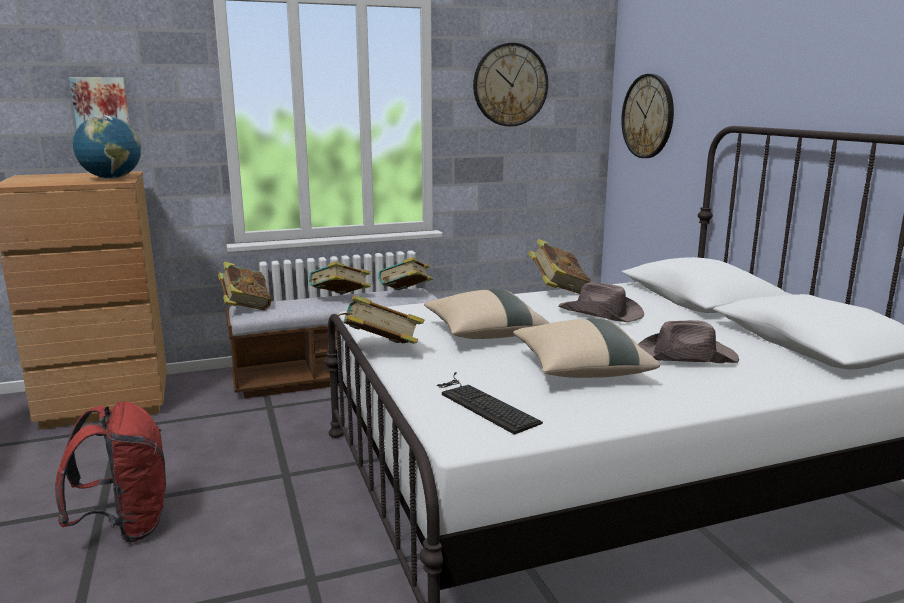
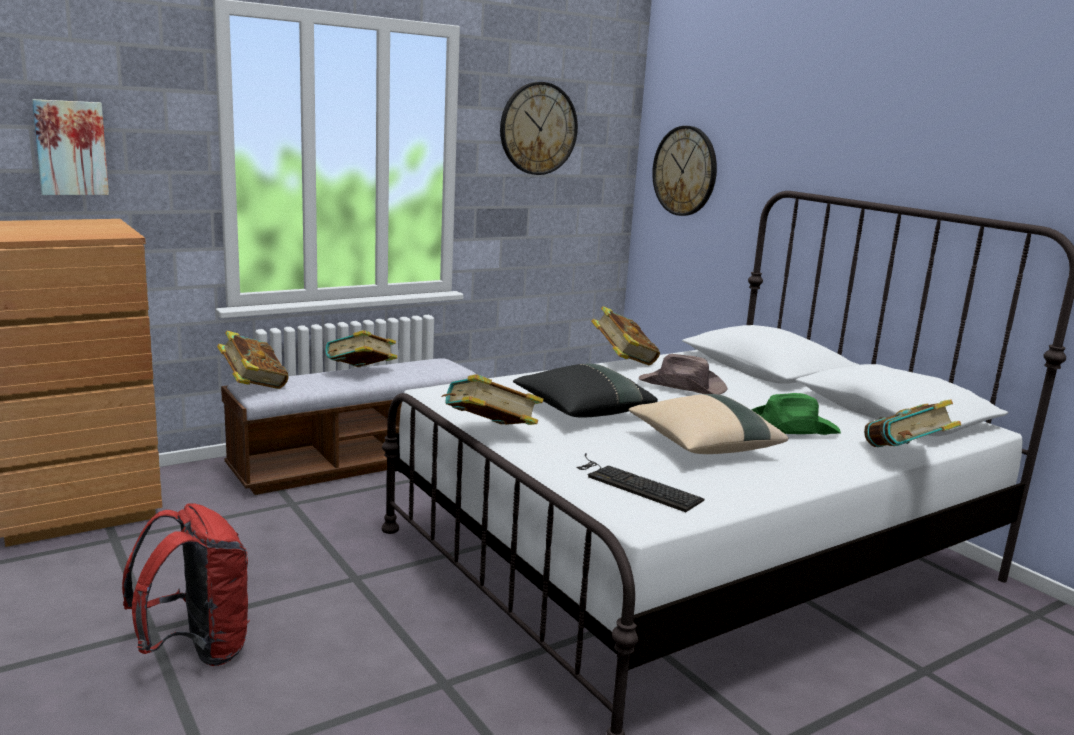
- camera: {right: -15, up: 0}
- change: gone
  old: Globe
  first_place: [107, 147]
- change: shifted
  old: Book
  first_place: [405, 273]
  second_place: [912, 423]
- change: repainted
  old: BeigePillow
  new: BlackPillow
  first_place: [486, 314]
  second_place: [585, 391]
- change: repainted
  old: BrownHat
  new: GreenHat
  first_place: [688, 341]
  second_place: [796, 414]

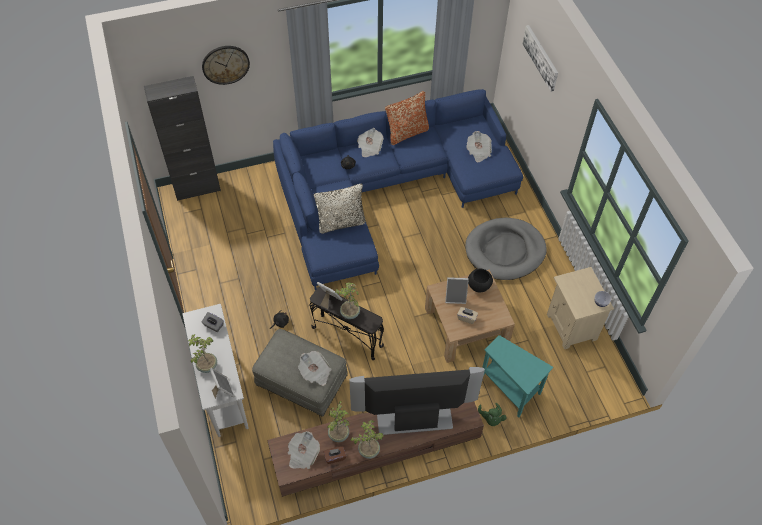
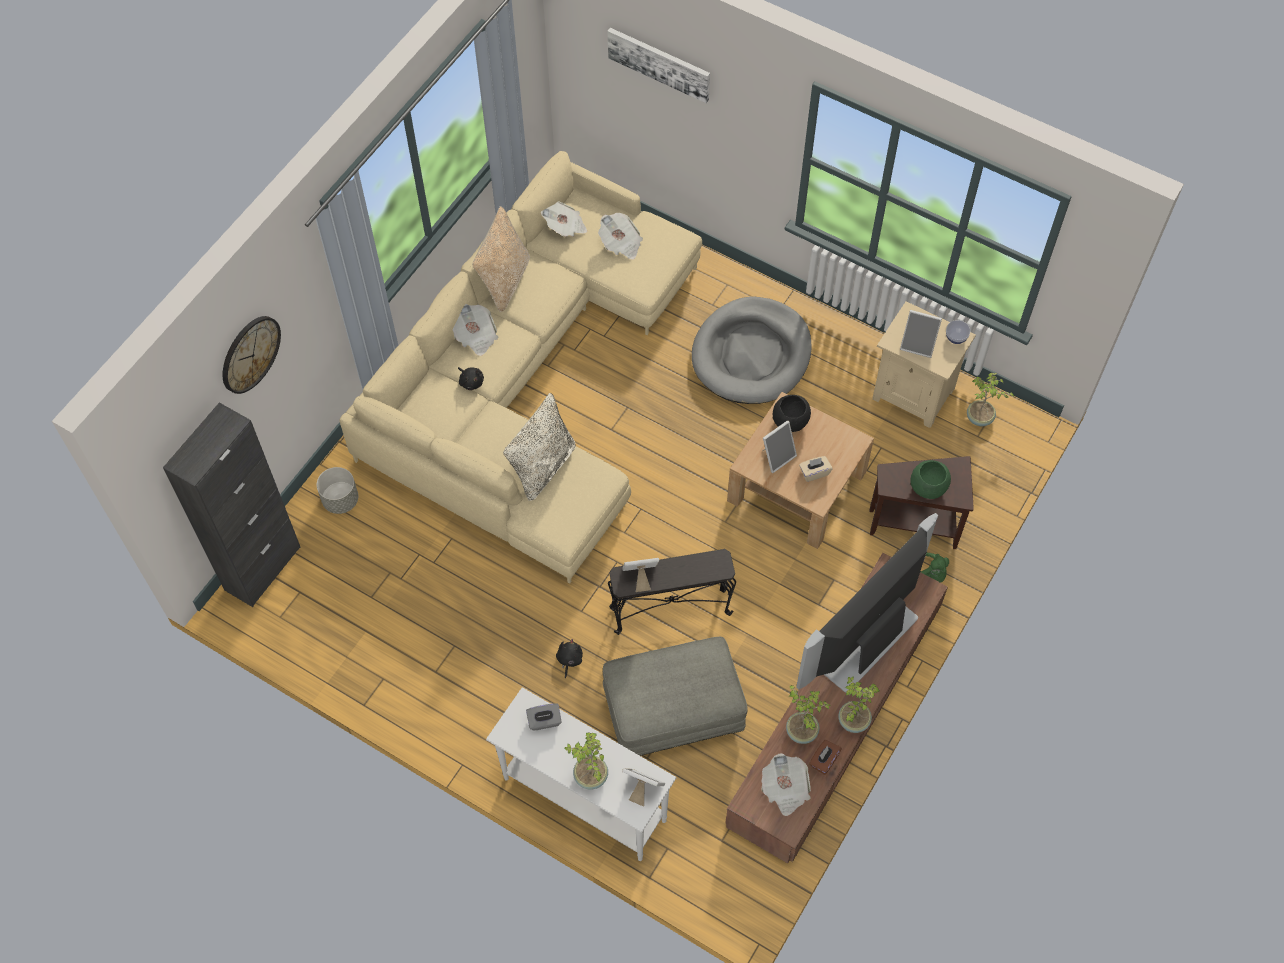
- camera: {right: -40, up: 5}
- change: repainted
  old: BlueSofa
  new: BeigeSofa
  first_place: [398, 189]
  second_place: [520, 367]
- change: shifted
  old: Newspaper
  first_place: [314, 368]
  second_place: [564, 219]
- change: shifted
  old: PottedPlant
  first_place: [347, 300]
  second_place: [990, 399]
- change: repainted
  old: OrangePillow
  new: BeigePillow
  first_place: [407, 118]
  second_place: [501, 259]
- change: repainted
  old: TurquoiseSideTable
  new: BrownSideTable
  first_place: [517, 376]
  second_place: [921, 502]
- change: new
  new: GreyPlanter
  second_place: [337, 490]
- change: new
  new: PictureFrame
  second_place: [921, 334]
- change: new
  new: GreenBowl
  second_place: [931, 479]

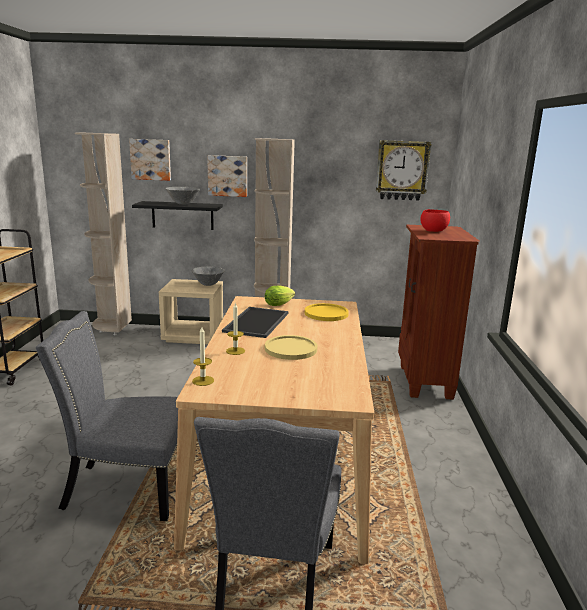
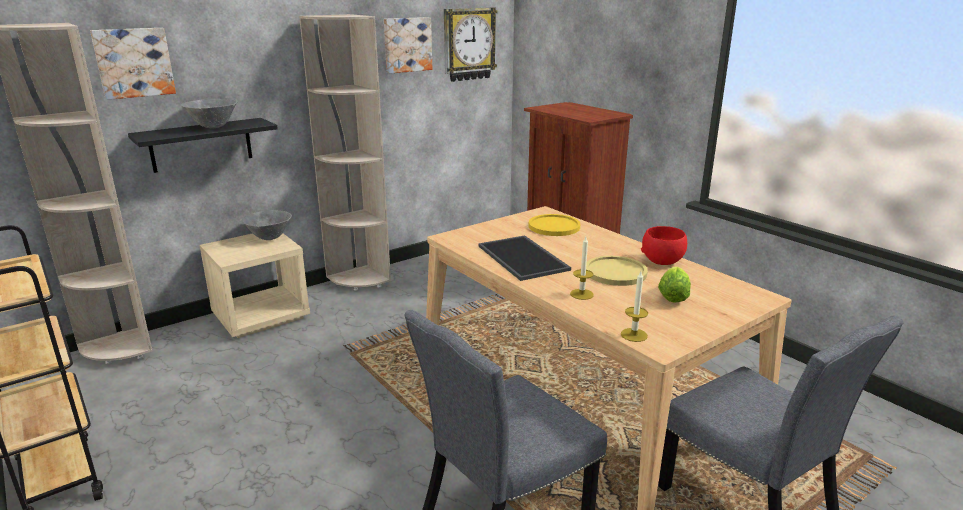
- camera: {right: -40, up: 5}
- change: shifted
  old: Picture
  first_place: [227, 176]
  second_place: [408, 45]
- change: shifted
  old: Lettuce
  first_place: [280, 295]
  second_place: [674, 284]
- change: shifted
  old: RedBowl
  first_place: [435, 220]
  second_place: [664, 245]

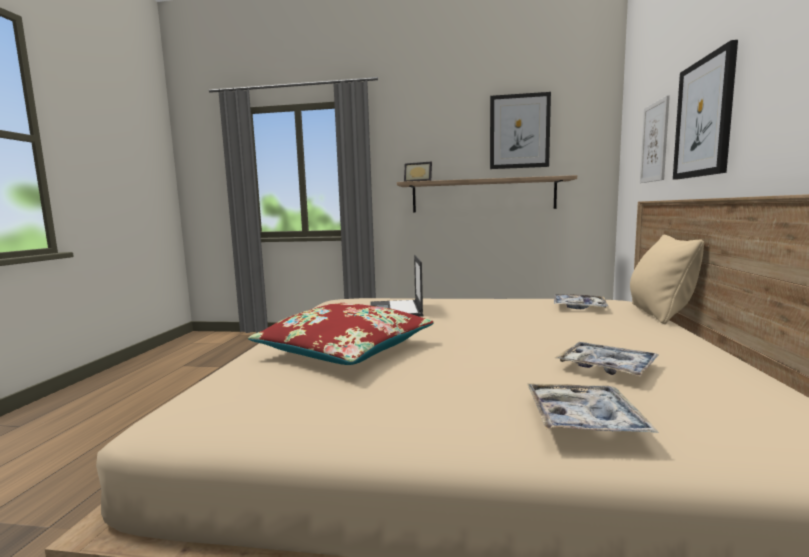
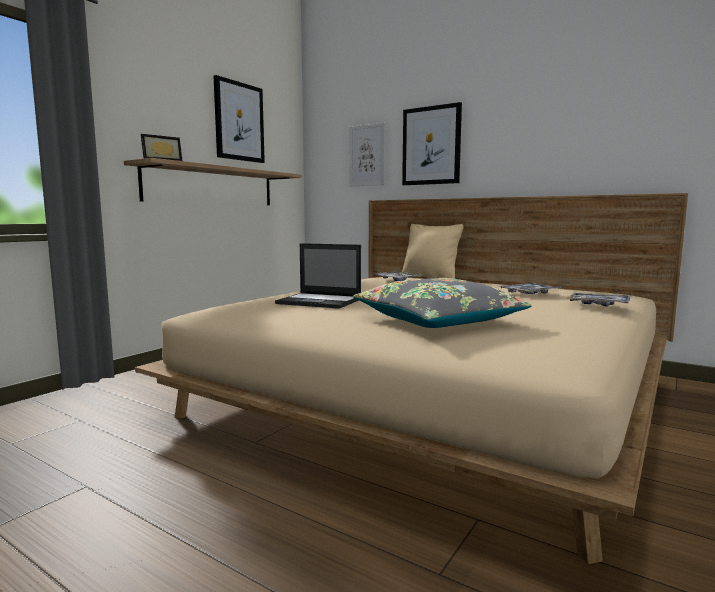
- camera: {right: -65, up: 0}
- change: repainted
  old: RedPillow
  new: GreyPillow
  first_place: [341, 334]
  second_place: [442, 303]

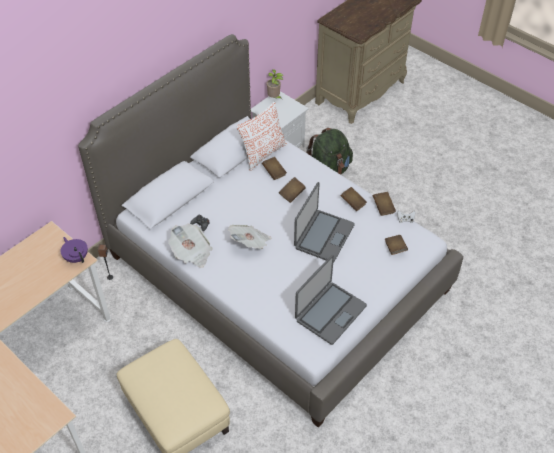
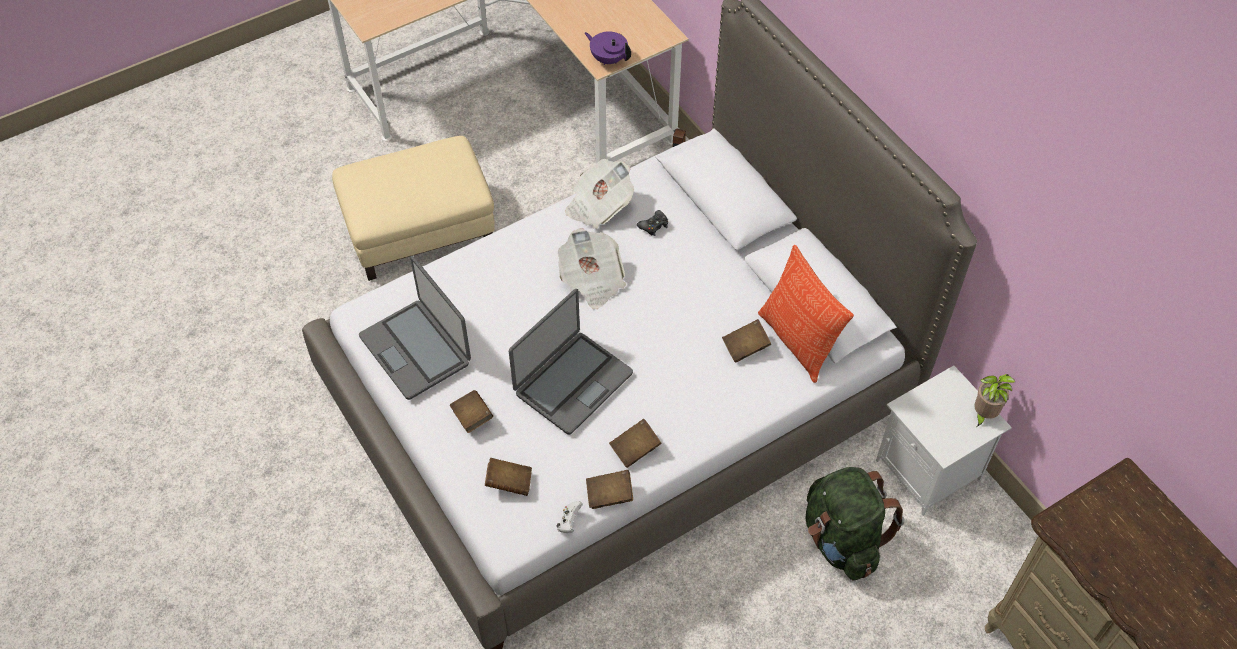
- camera: {right: 105, up: 5}
- change: rotated
  old: PurpleTeapot
  first_place: [74, 250]
  second_place: [608, 48]
  degrees: -120
- change: repainted
  old: WhitePillow
  new: OrangePillow
  first_place: [261, 136]
  second_place: [806, 314]
- change: shifted
  old: BrownBook
  first_place: [292, 190]
  second_place: [471, 411]
- change: rotated
  old: Laptop
  first_place: [324, 222]
  second_place: [571, 362]
  degrees: -90

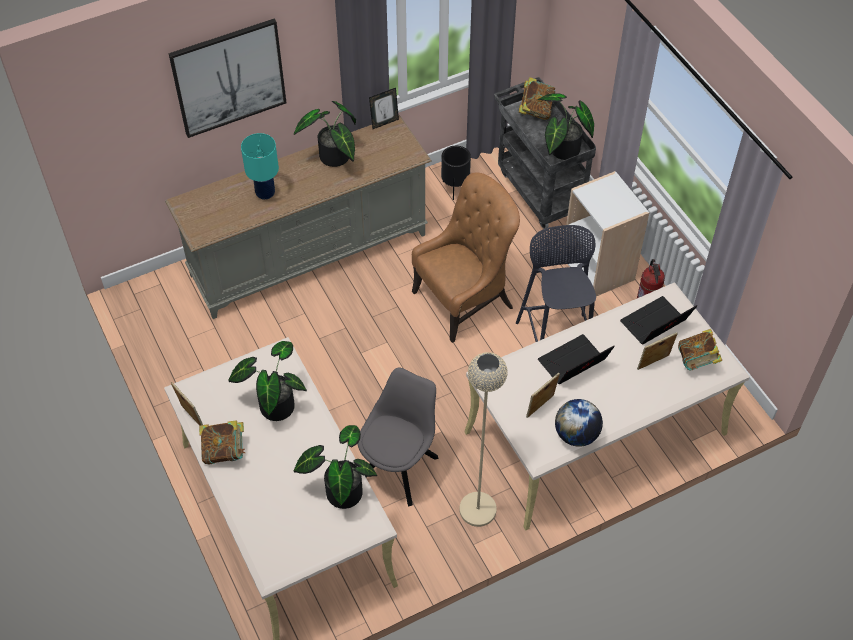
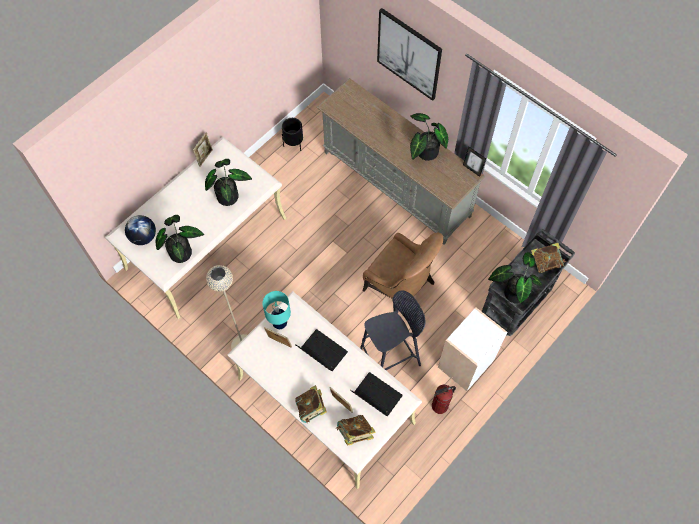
- camera: {right: 70, up: 10}
- change: shifted
  old: Book
  first_place: [222, 442]
  second_place: [311, 404]
- change: shifted
  old: TurquoiseTableLamp
  first_place: [260, 166]
  second_place: [276, 310]
- change: gone
  old: GreyChair
  first_place: [398, 437]
- change: shifted
  old: BlackPlanter
  first_place: [456, 173]
  second_place: [292, 134]
- change: shifted
  old: Globe
  first_place: [579, 423]
  second_place: [140, 230]

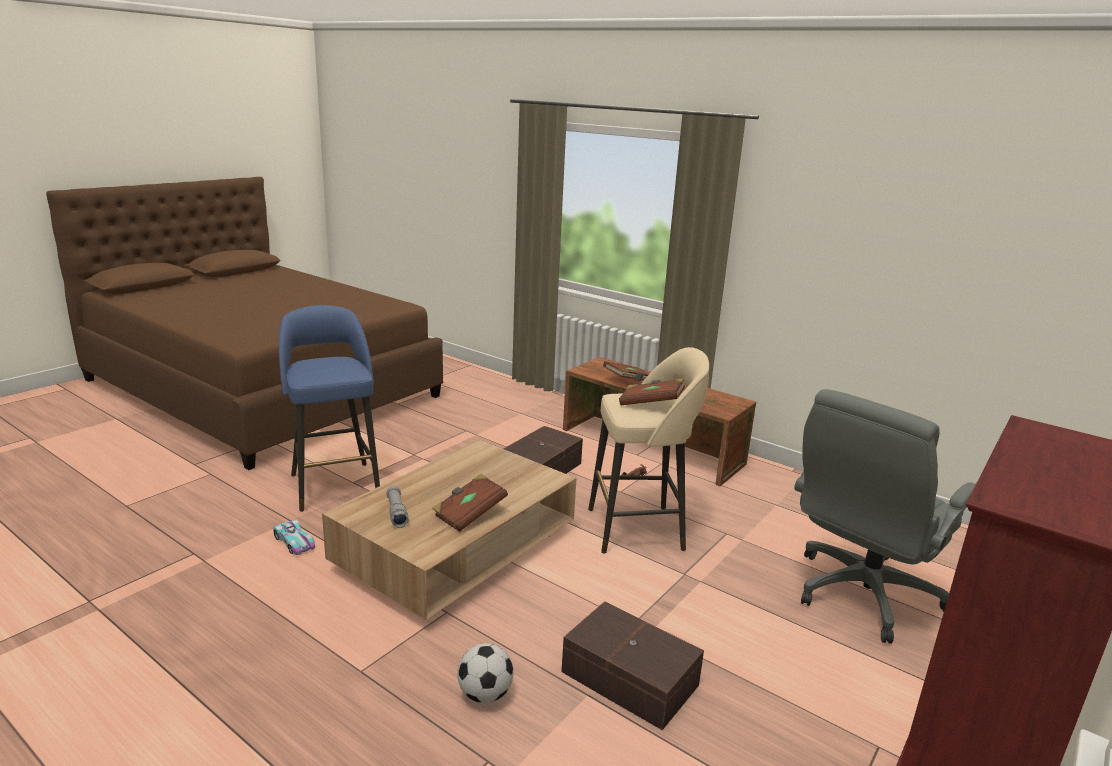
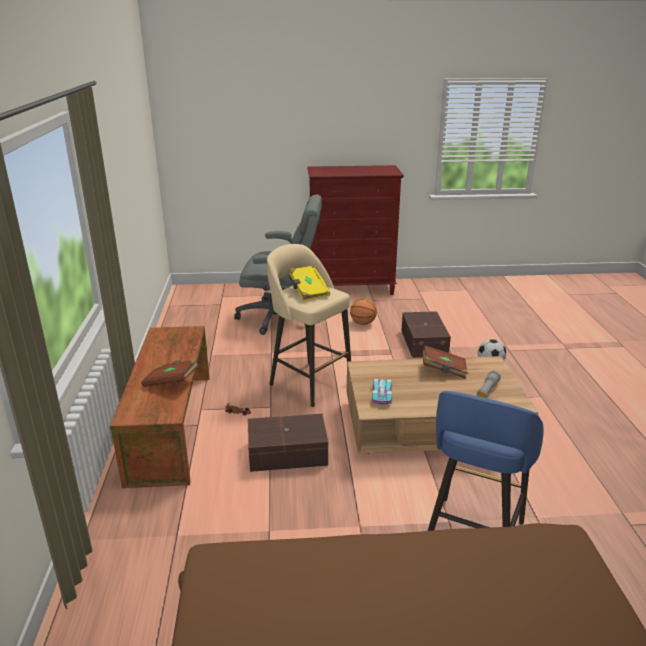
- camera: {right: -130, up: 5}
- change: shifted
  old: ToyCar
  first_place: [294, 537]
  second_place: [382, 391]
- change: repainted
  old: BrownBook
  new: YellowBook
  first_place: [652, 391]
  second_place: [309, 283]
- change: new
  new: Basketball
  second_place: [363, 312]

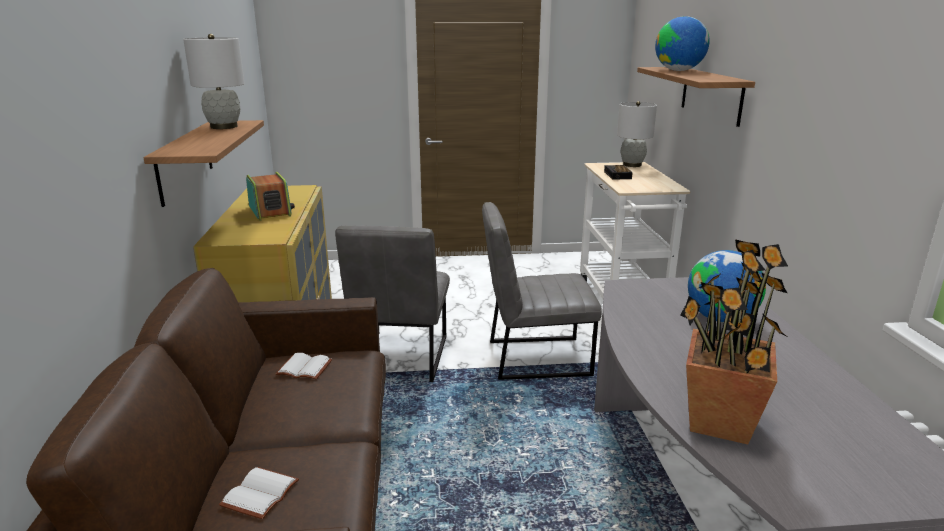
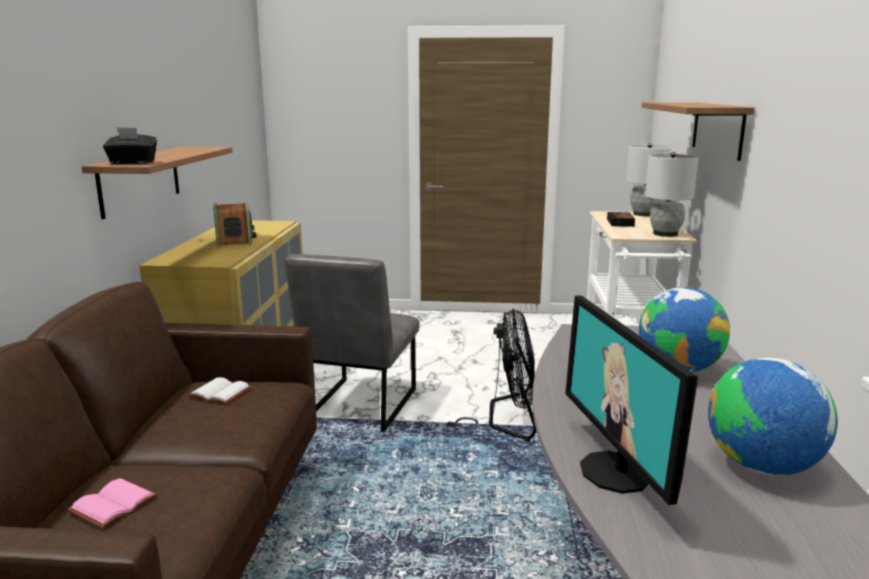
- camera: {right: 10, up: -5}
- change: shifted
  old: WhiteTableLamp
  first_place: [214, 81]
  second_place: [671, 194]
- change: repainted
  old: WhiteBook
  new: PinkBook
  first_place: [259, 493]
  second_place: [112, 503]
- change: swapped
  old: GreyChair
  new: BlackFan
  first_place: [542, 291]
  second_place: [491, 375]
- change: shifted
  old: Globe
  first_place: [682, 43]
  second_place: [773, 417]
- change: swapped
  old: PottedPlant
  new: Monitor
  first_place: [734, 341]
  second_place: [631, 400]
- change: new
  new: BlackTissueBox
  second_place: [130, 145]

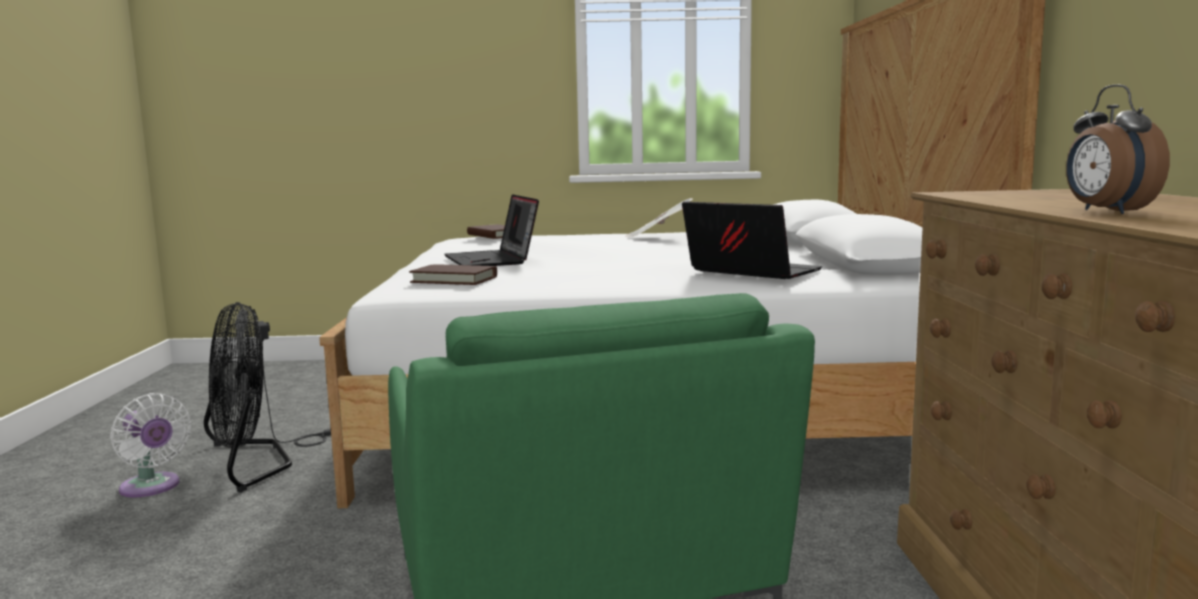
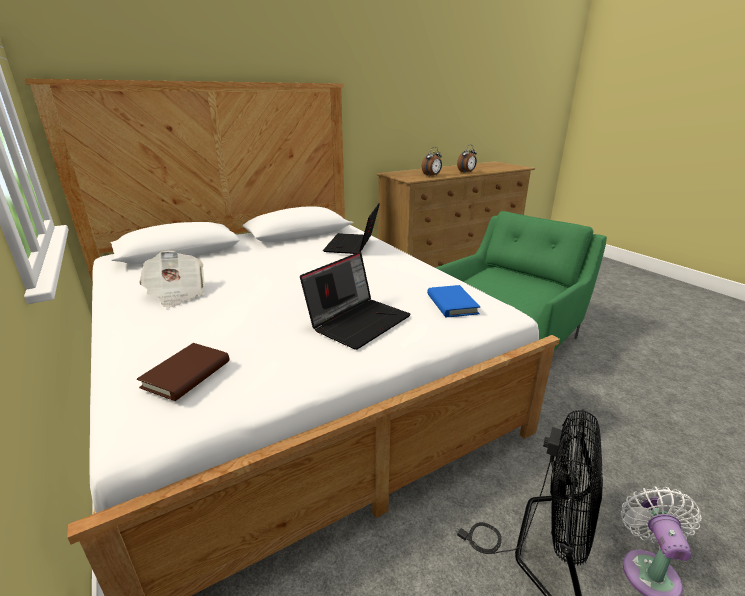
- camera: {right: -120, up: 15}
- change: repainted
  old: BrownBook
  new: BlueBook
  first_place: [453, 274]
  second_place: [453, 301]
- change: new
  new: AlarmClock
  second_place: [432, 161]

